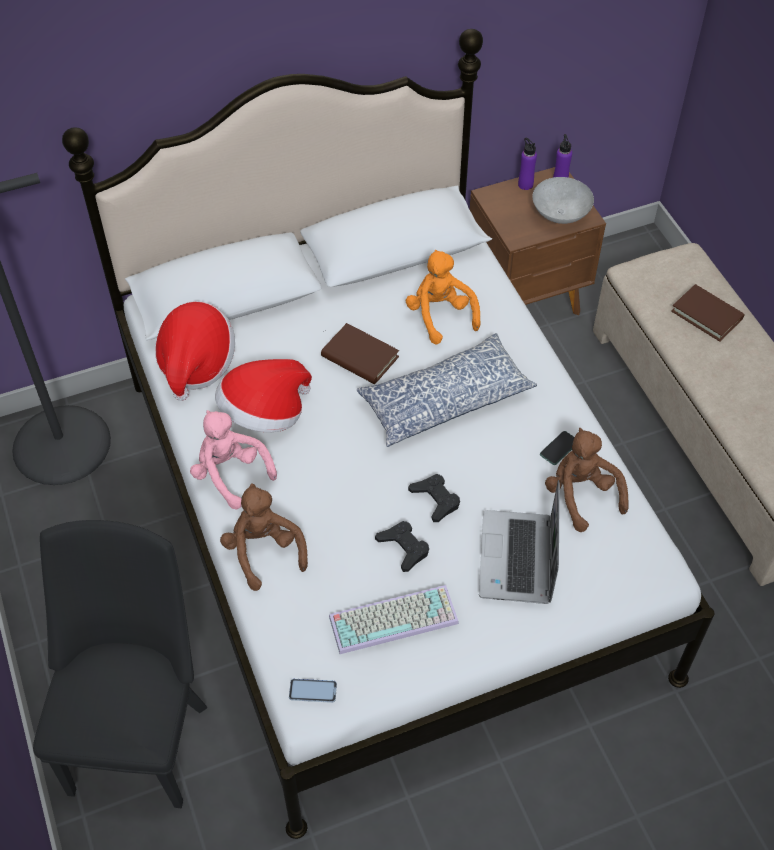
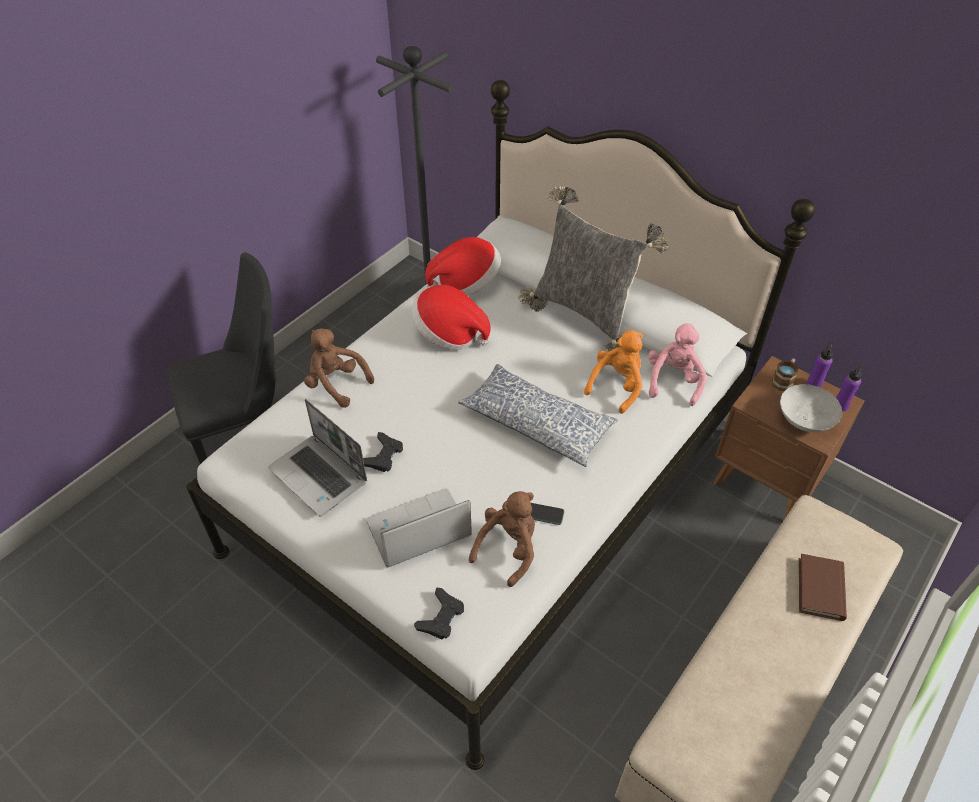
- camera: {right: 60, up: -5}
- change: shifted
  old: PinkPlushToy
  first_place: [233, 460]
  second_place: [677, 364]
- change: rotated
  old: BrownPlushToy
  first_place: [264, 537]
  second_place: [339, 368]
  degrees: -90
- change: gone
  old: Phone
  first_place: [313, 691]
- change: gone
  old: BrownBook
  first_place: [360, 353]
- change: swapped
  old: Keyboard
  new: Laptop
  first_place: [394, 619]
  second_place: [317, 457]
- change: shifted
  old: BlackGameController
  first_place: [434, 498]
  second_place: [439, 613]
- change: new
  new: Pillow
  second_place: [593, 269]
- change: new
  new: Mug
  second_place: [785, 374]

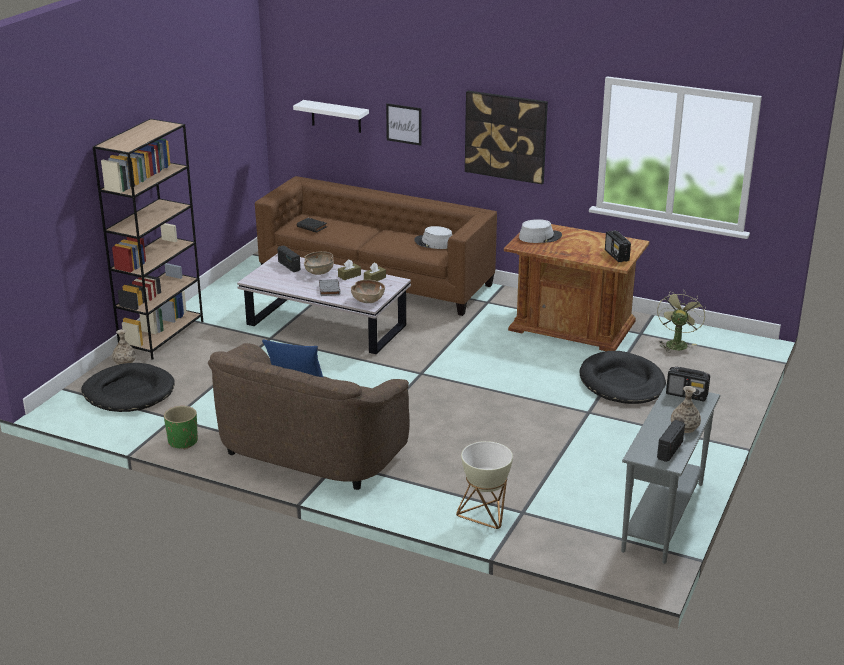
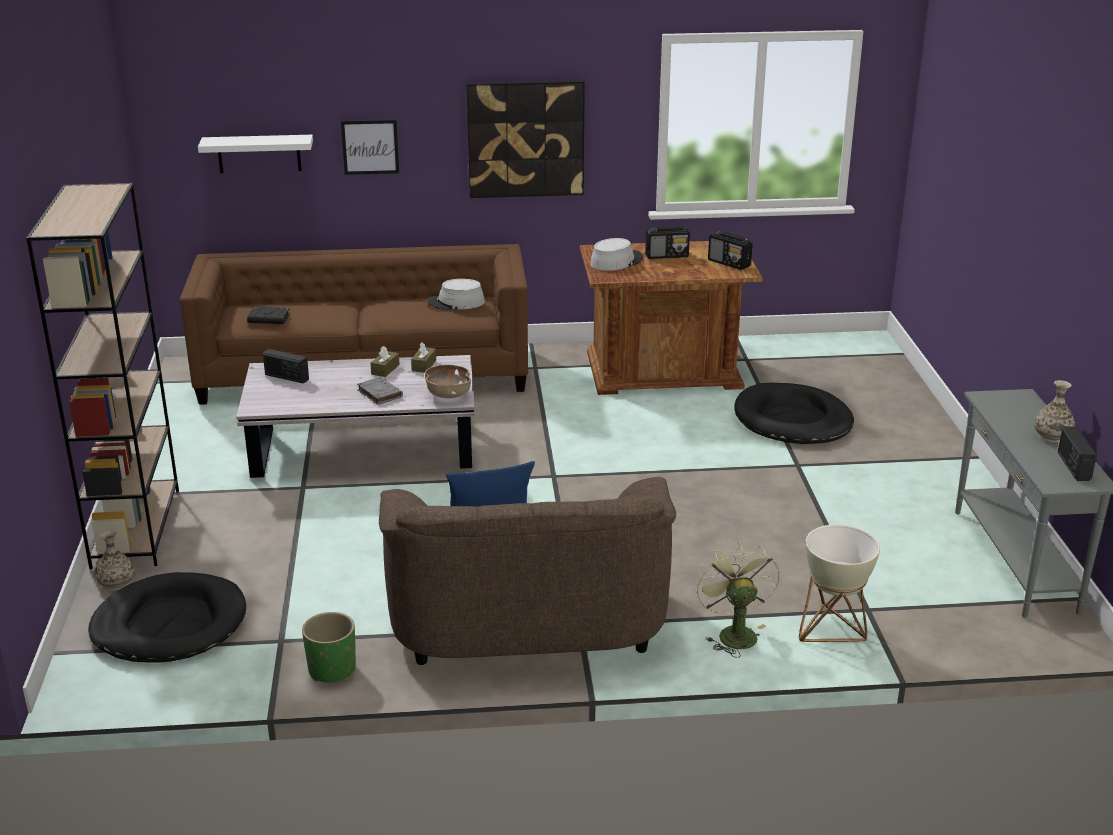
- camera: {right: -30, up: 0}
- change: gone
  old: BrownBowl
  first_place: [319, 263]
- change: shifted
  old: GreenFan
  first_place: [681, 322]
  second_place: [737, 600]
- change: shifted
  old: Radio
  first_place: [688, 383]
  second_place: [667, 242]

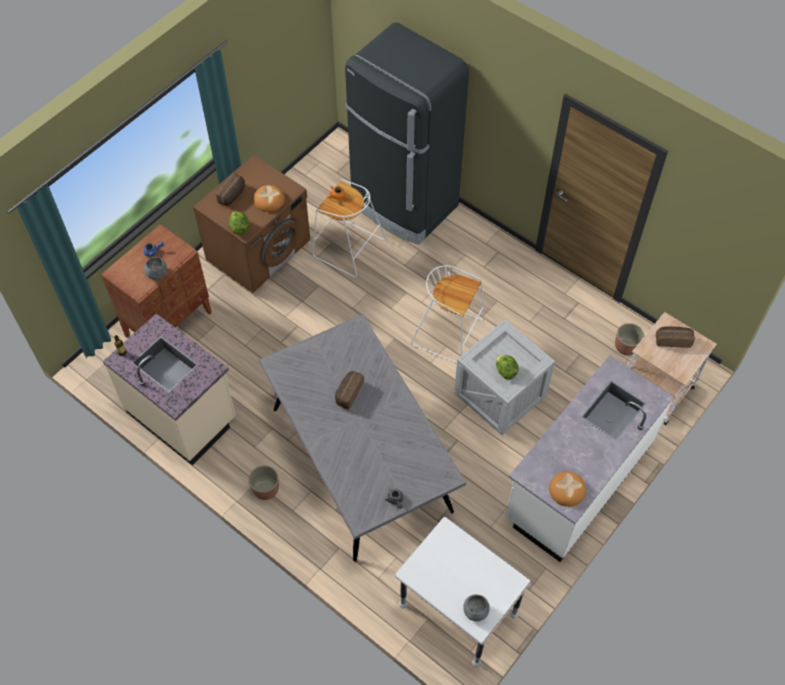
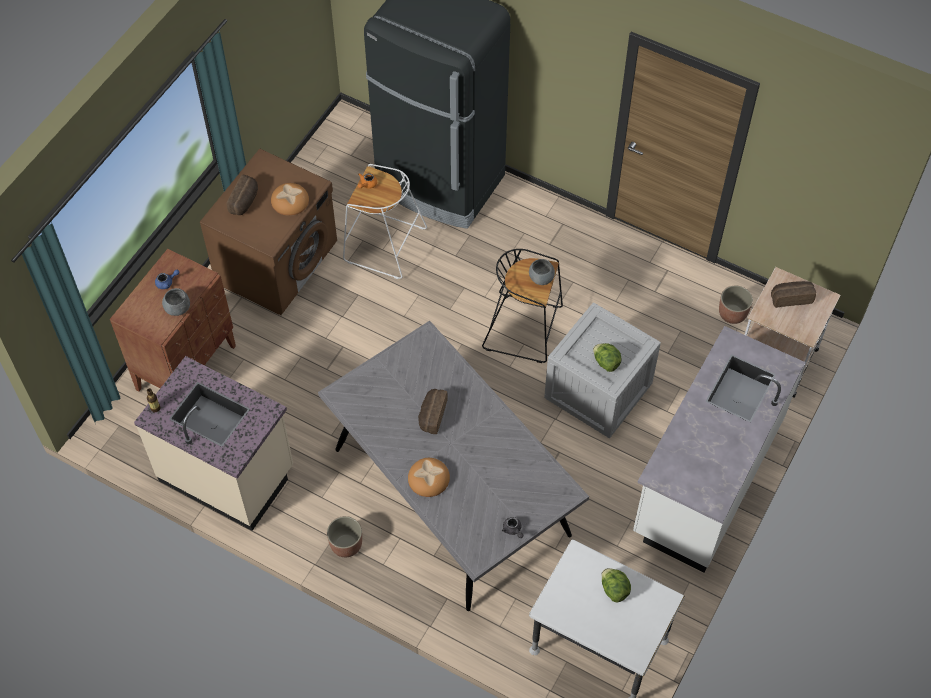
- camera: {right: -10, up: 0}
- change: shifted
  old: Lettuce
  first_place: [239, 223]
  second_place: [616, 585]
- change: repainted
  old: WhiteStool
  new: BlackStool
  first_place: [447, 314]
  second_place: [522, 306]
- change: shifted
  old: GreyBowl
  first_place: [476, 607]
  second_place: [542, 272]
- change: shifted
  old: Bread
  first_place: [567, 489]
  second_place: [429, 477]

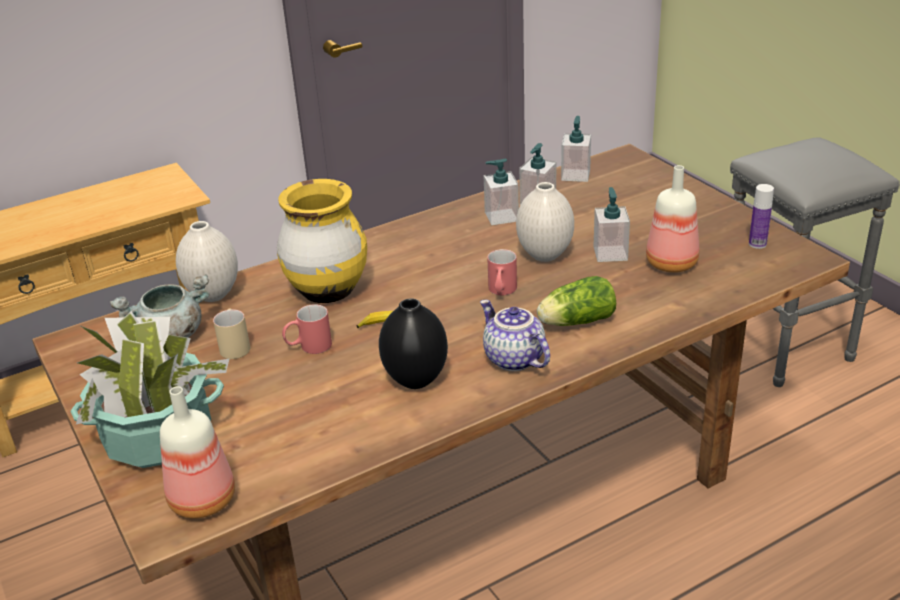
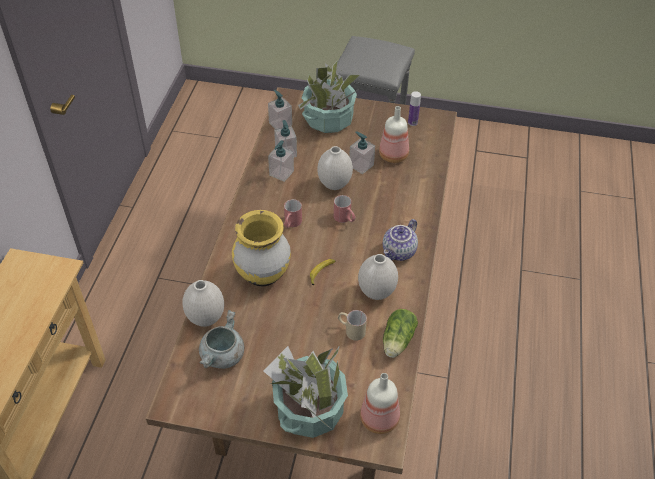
- camera: {right: -50, up: 15}
- change: shifted
  old: BeigeMug
  first_place: [231, 334]
  second_place: [352, 325]
- change: shifted
  old: RedMug
  first_place: [307, 329]
  second_place: [293, 213]
- change: repainted
  old: BlackVase
  new: WhiteVase
  first_place: [413, 343]
  second_place: [378, 277]
- change: rotated
  old: Teapot
  first_place: [515, 335]
  second_place: [400, 240]
  degrees: -60
- change: shifted
  old: Lettuce
  first_place: [576, 301]
  second_place: [400, 333]
- change: new
  new: PottedPlant
  second_place: [328, 96]

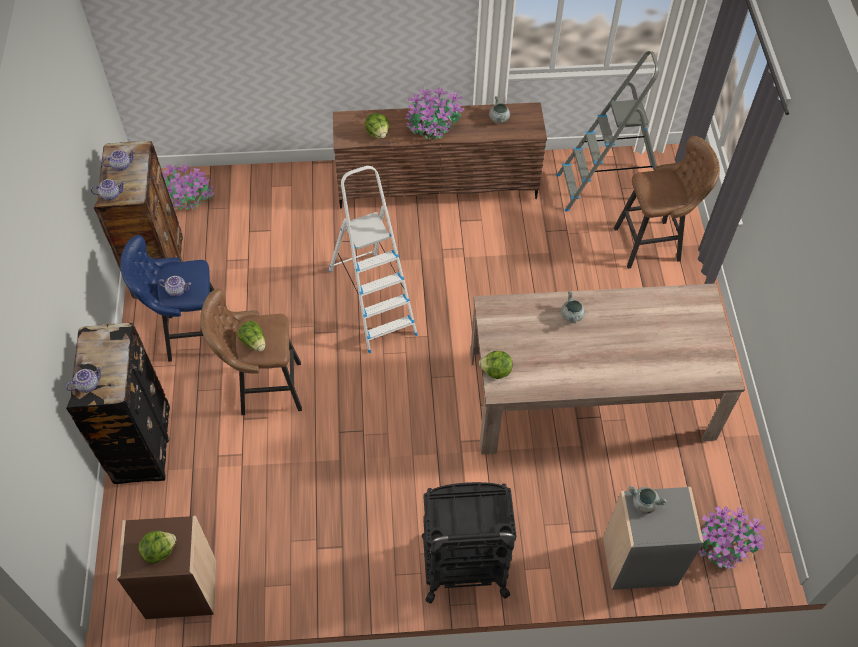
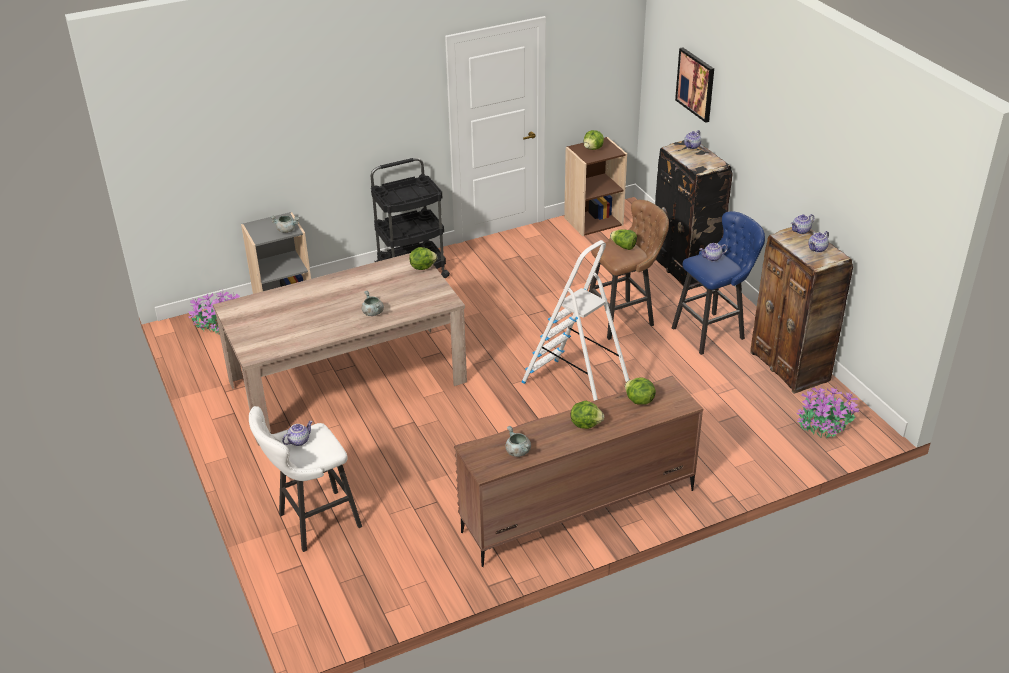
- camera: {right: 160, up: -20}
- change: swapped
  old: PottedPlant
  new: Lettuce
  first_place: [435, 114]
  second_place: [587, 415]
- change: gone
  old: GreyStepLadder
  first_place: [607, 131]
- change: repainted
  old: BrownStool
  new: WhiteStool
  first_place: [667, 202]
  second_place: [305, 479]
- change: new
  new: Teapot
  second_place: [297, 433]
- change: new
  new: Picture
  second_place: [694, 85]

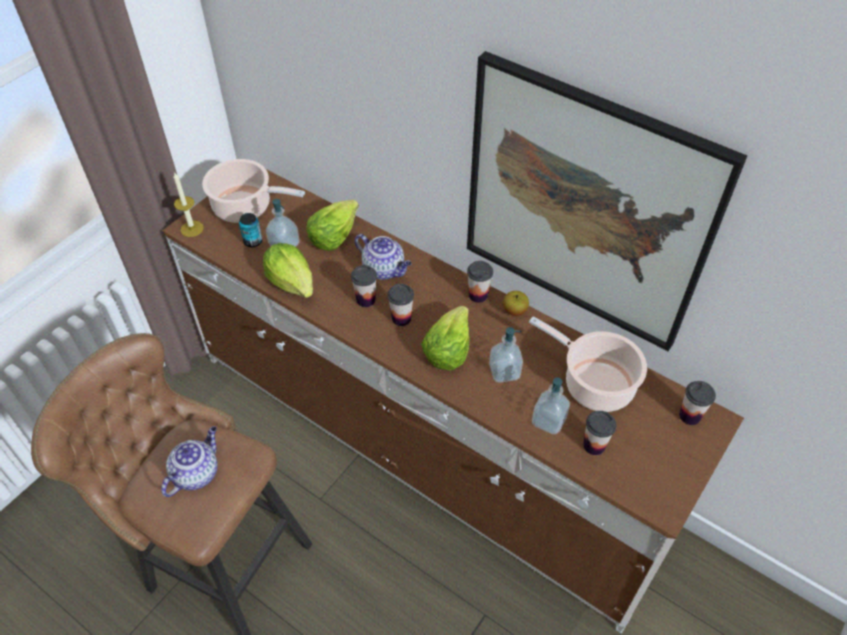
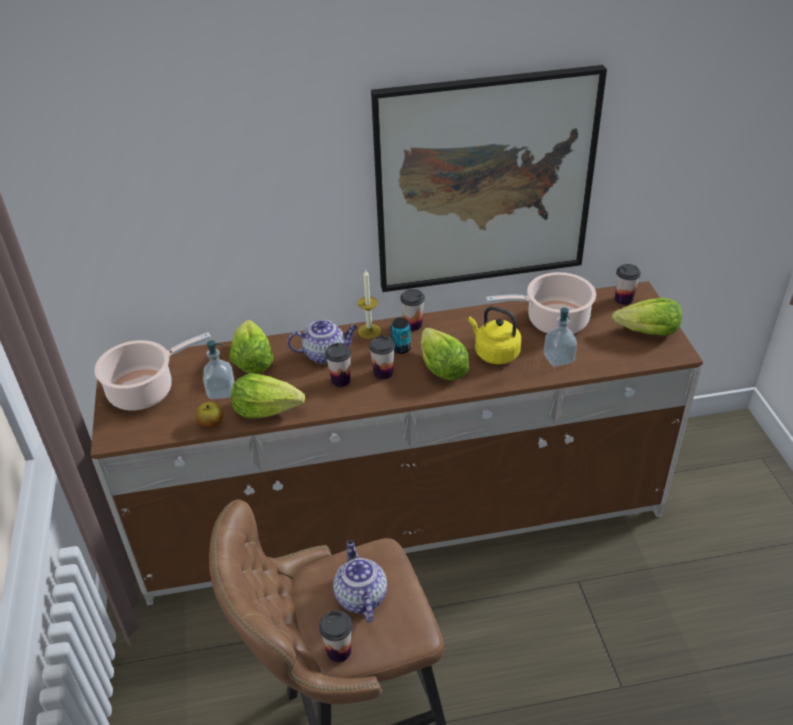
- camera: {right: -45, up: -10}
- change: shifted
  old: Candle
  first_place: [188, 205]
  second_place: [369, 304]
- change: shifted
  old: Can
  first_place: [250, 230]
  second_place: [400, 336]
- change: swapped
  old: SoapDispenser
  new: YellowKettle
  first_place: [506, 355]
  second_place: [494, 335]
- change: shifted
  old: Apple
  first_place: [516, 303]
  second_place: [209, 415]
- change: shifted
  old: Cup
  first_place: [600, 433]
  second_place: [335, 636]
- change: new
  new: Lettuce
  second_place: [647, 317]

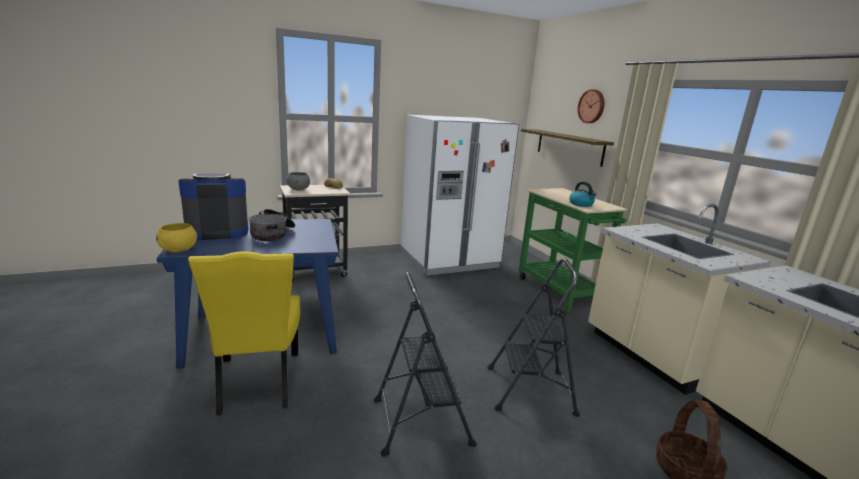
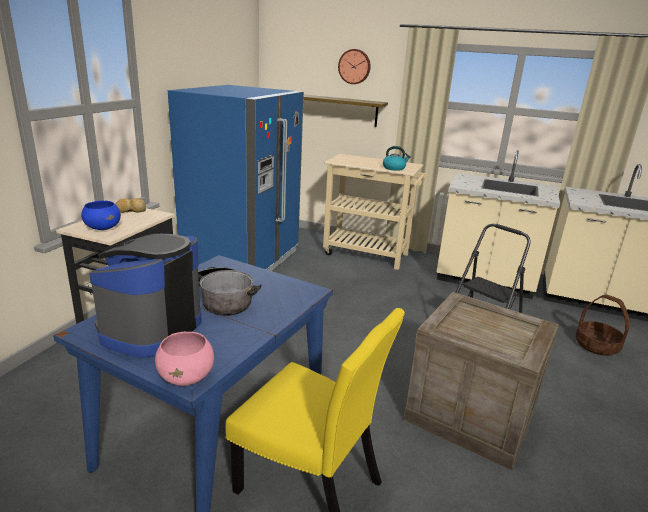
- camera: {right: -45, up: 5}
- change: repainted
  old: YellowBowl
  new: PinkBowl
  first_place: [176, 237]
  second_place: [184, 359]
- change: repainted
  old: GreyBowl
  new: BlueBowl
  first_place: [298, 181]
  second_place: [101, 215]
- change: swapped
  old: BlackStepLadder
  new: Crate
  first_place: [425, 364]
  second_place: [481, 381]
- change: repainted
  old: WhiteFridge
  new: BlueFridge
  first_place: [459, 195]
  second_place: [236, 178]
- change: repainted
  old: GreenCart
  new: BeigeCart
  first_place: [573, 249]
  second_place: [375, 212]

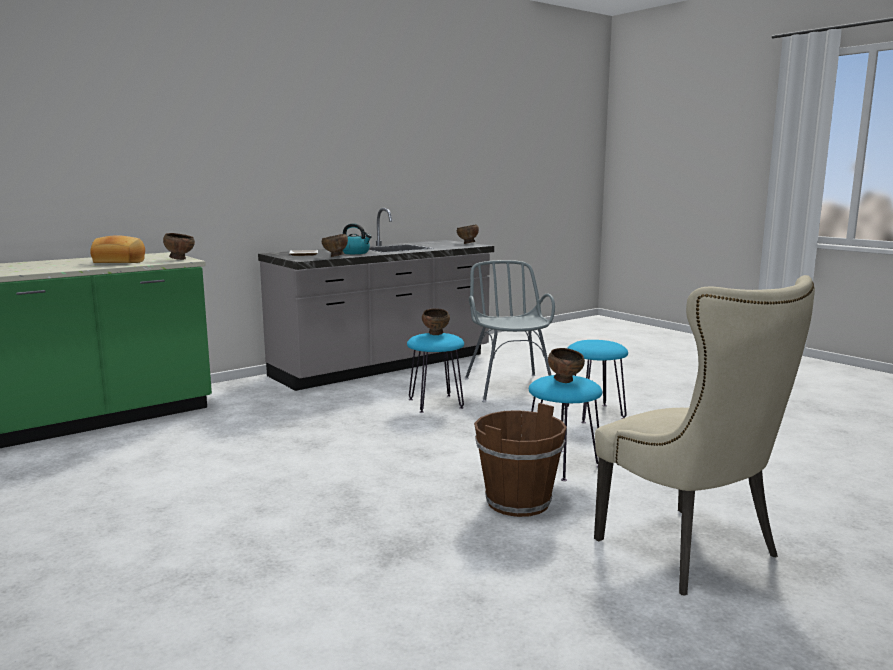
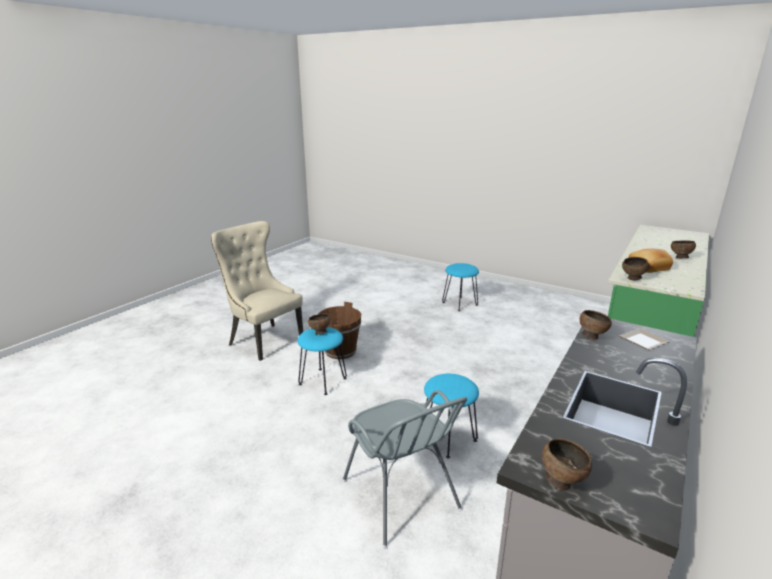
- camera: {right: 160, up: 10}
- change: gone
  old: Kettle
  first_place: [357, 238]
- change: shifted
  old: BrownBowl
  first_place: [436, 321]
  second_place: [683, 249]
- change: shifted
  old: TurquoiseStool
  first_place: [596, 381]
  second_place: [460, 287]

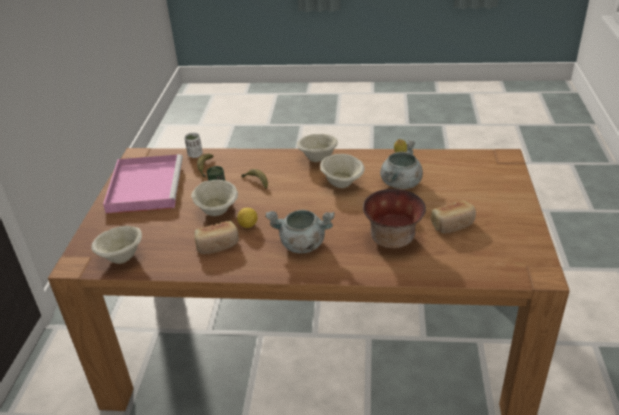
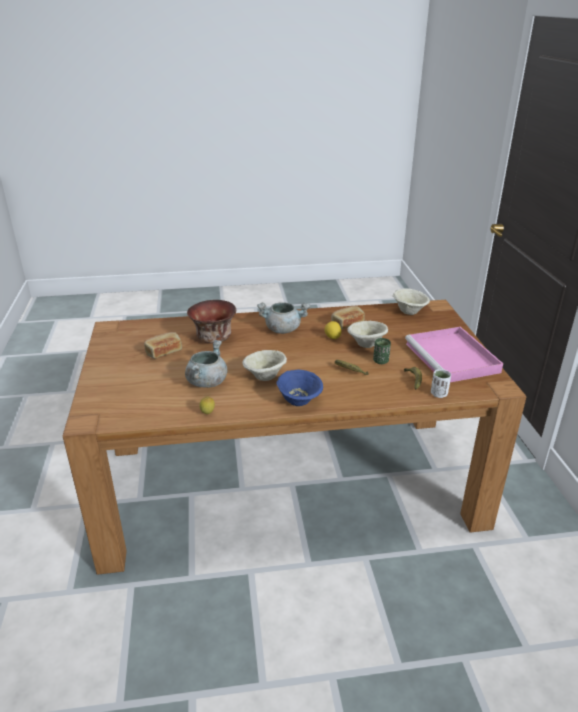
- camera: {right: 165, up: -5}
- change: repainted
  old: BeigeBowl
  new: BlueBowl
  first_place: [317, 148]
  second_place: [300, 388]

